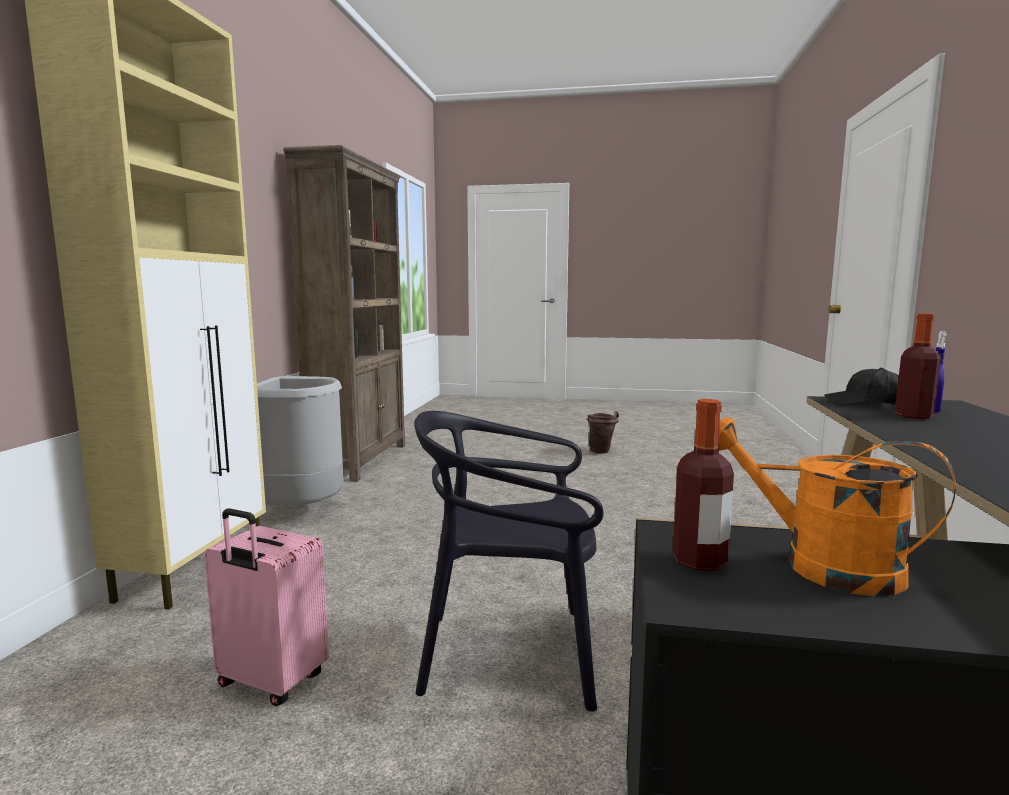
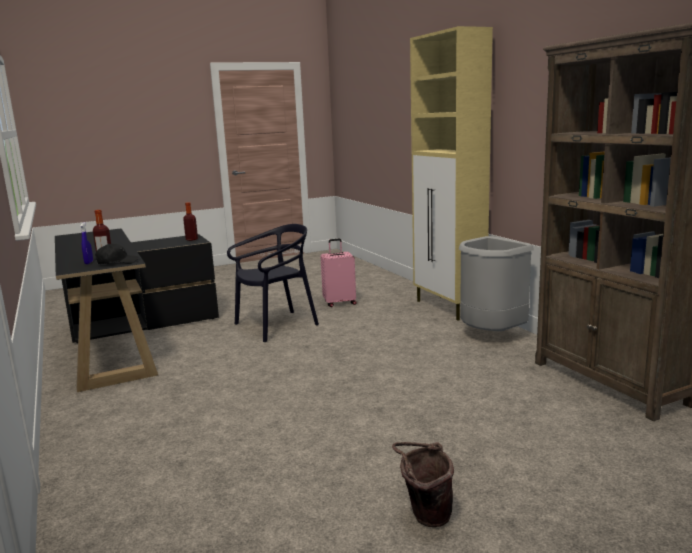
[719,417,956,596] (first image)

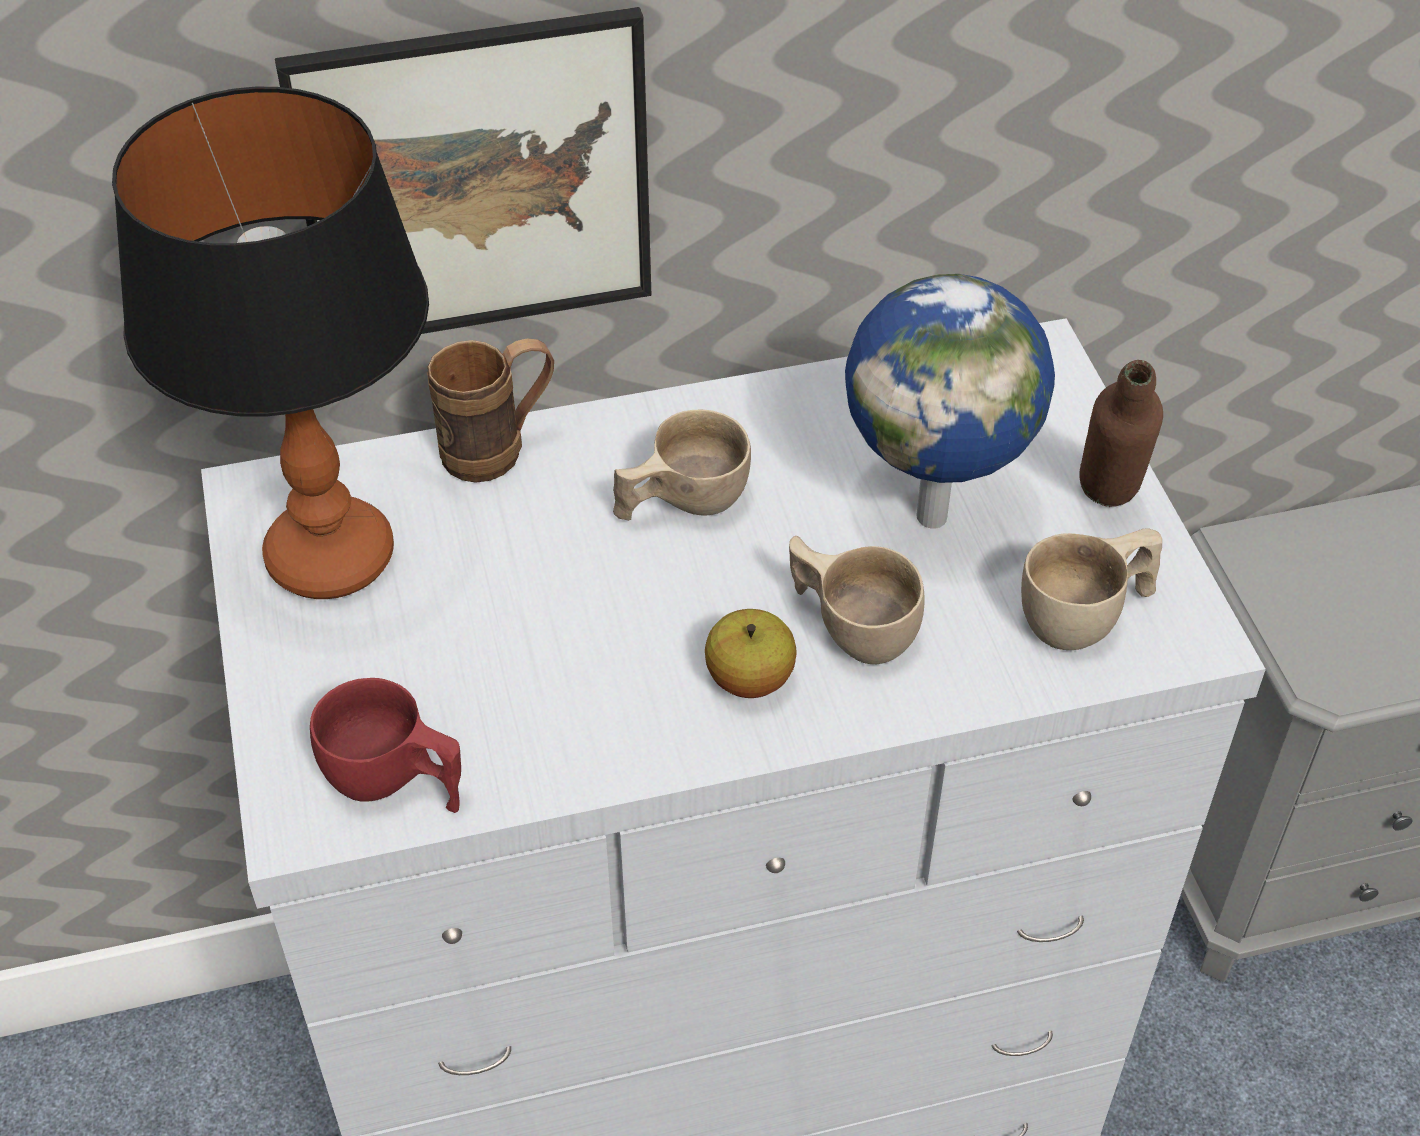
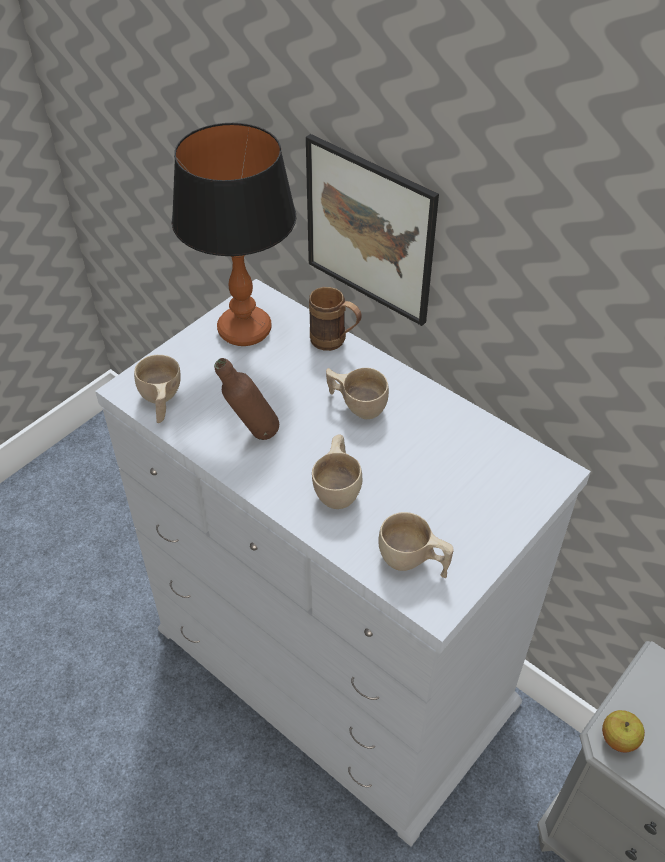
[845,274,1055,529] (first image)
[214,358,279,440]
[602,710,645,752]
[134,355,181,423]

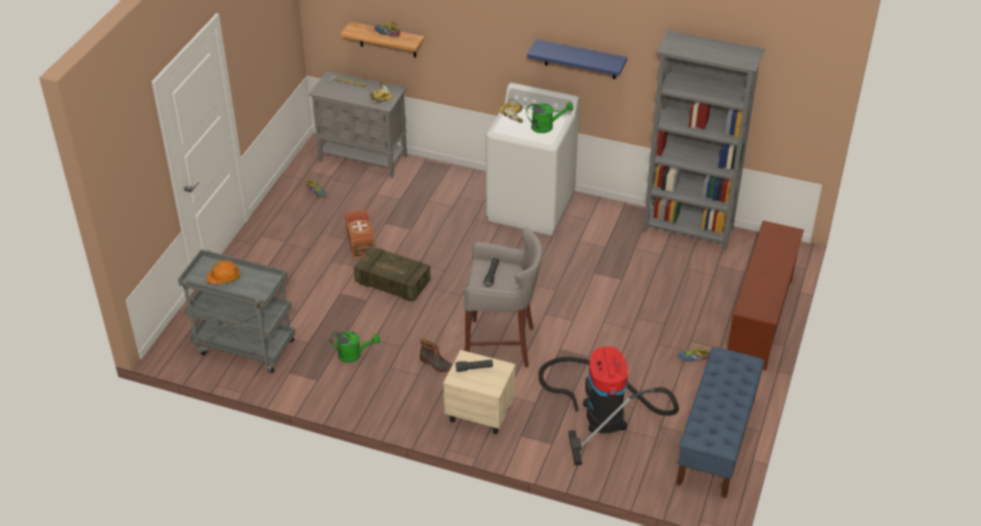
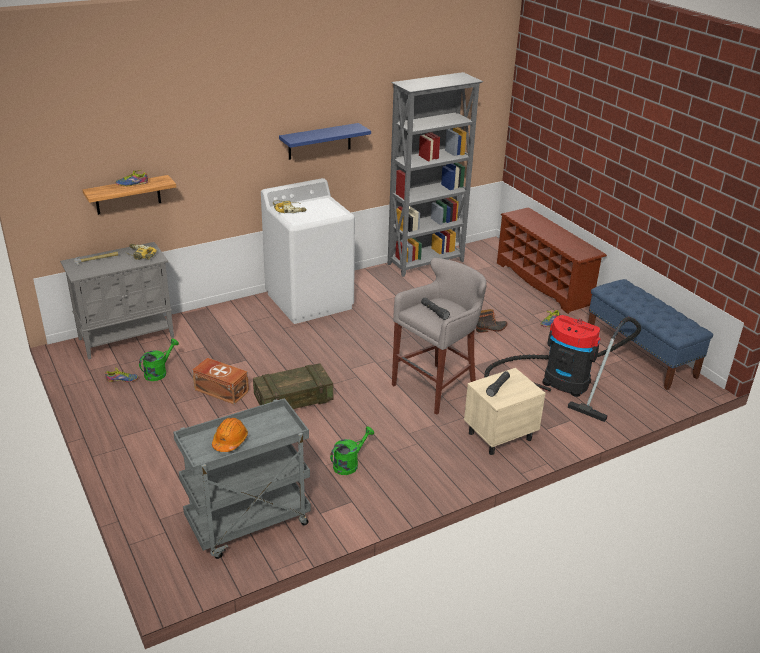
[139,338,179,381]
[476,309,508,333]

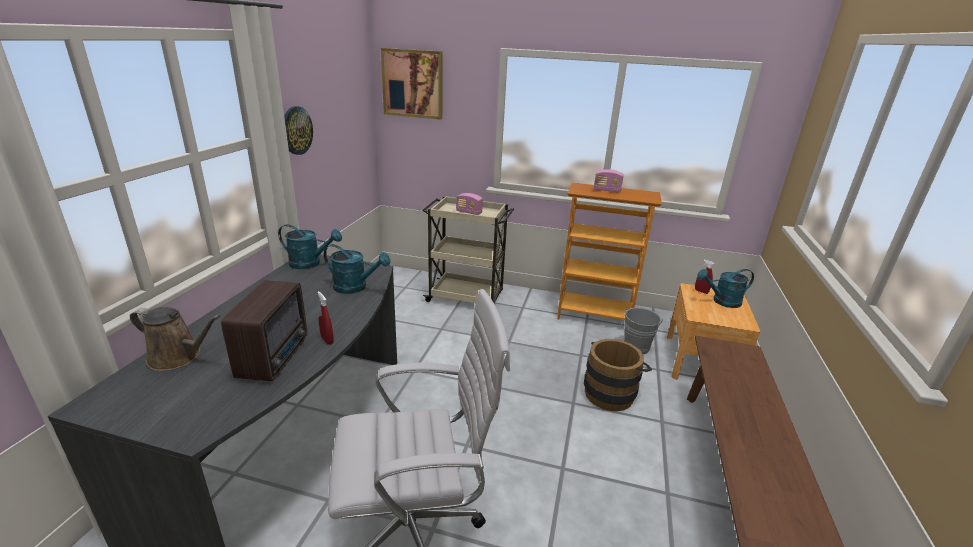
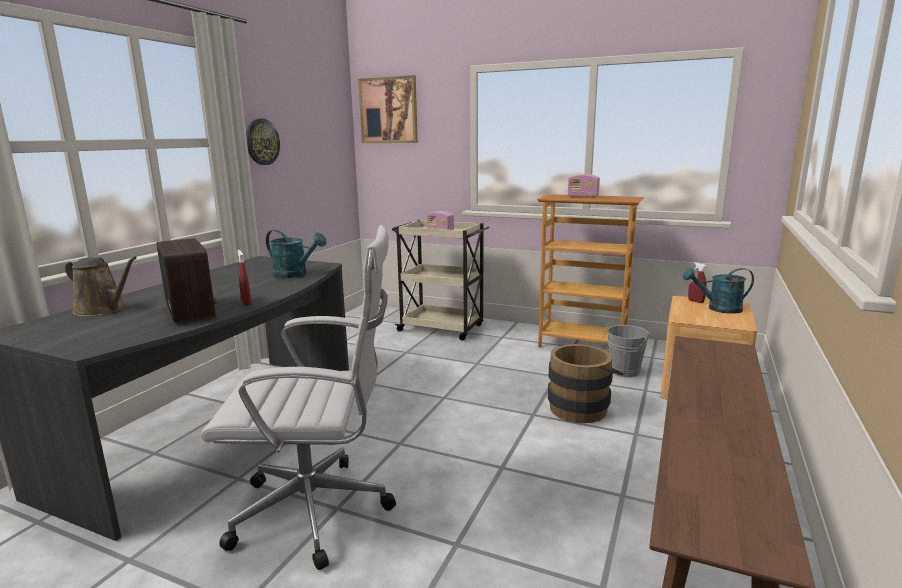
[278,224,342,269] (first image)
[156,238,217,323]

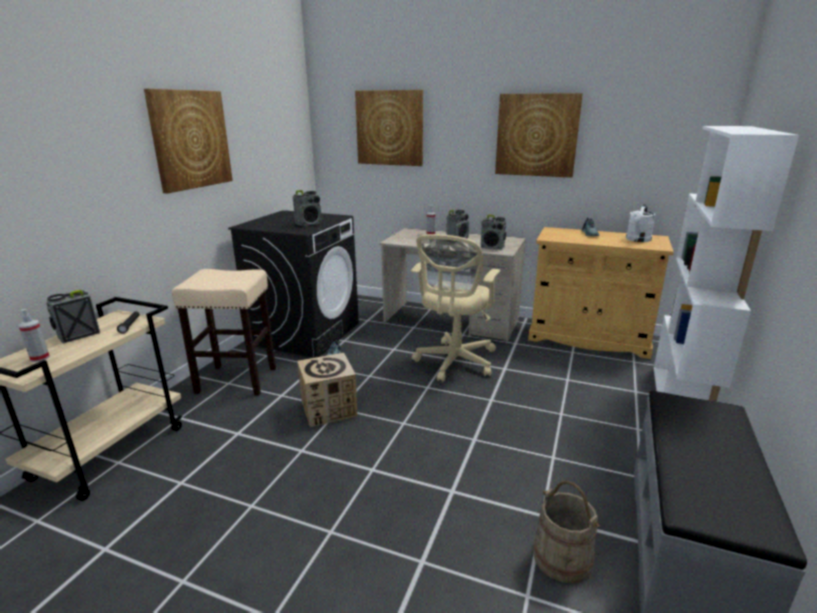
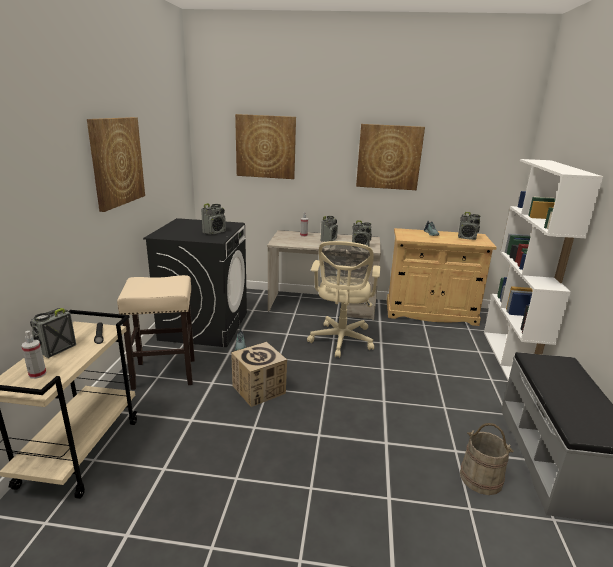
[458,212,481,240]

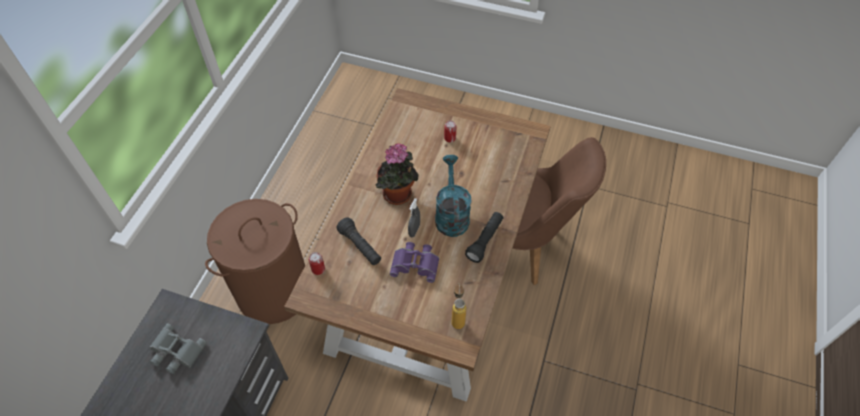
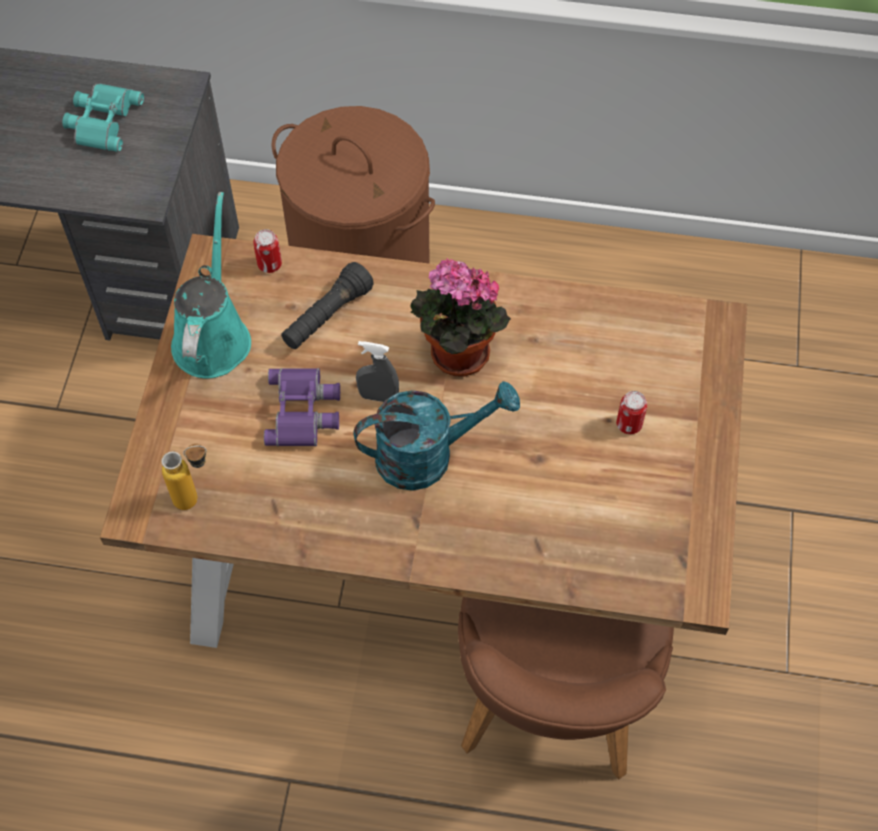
[465,212,503,263] (first image)
[62,83,144,152]
[171,192,251,378]

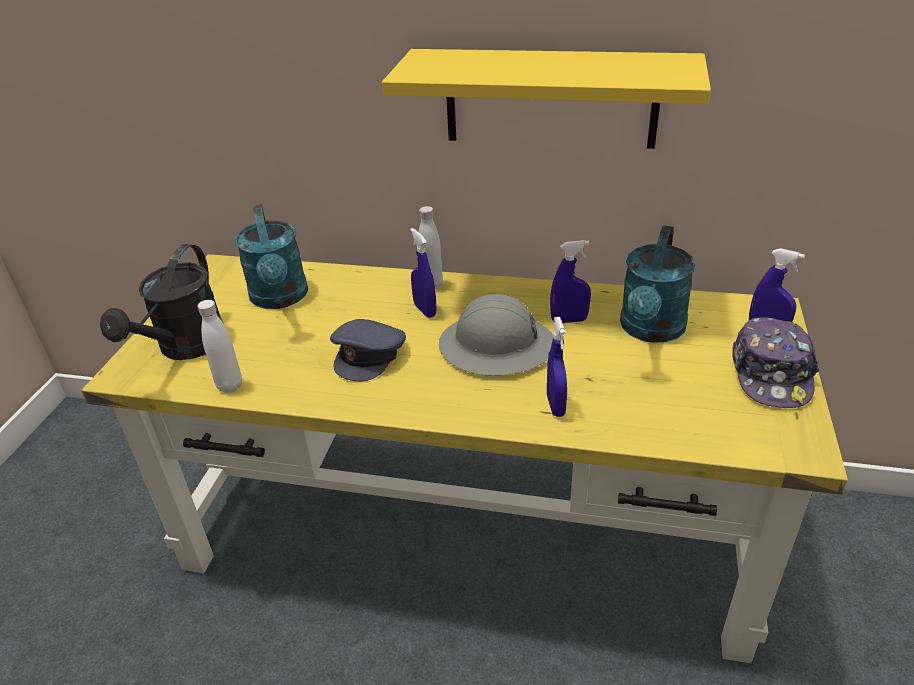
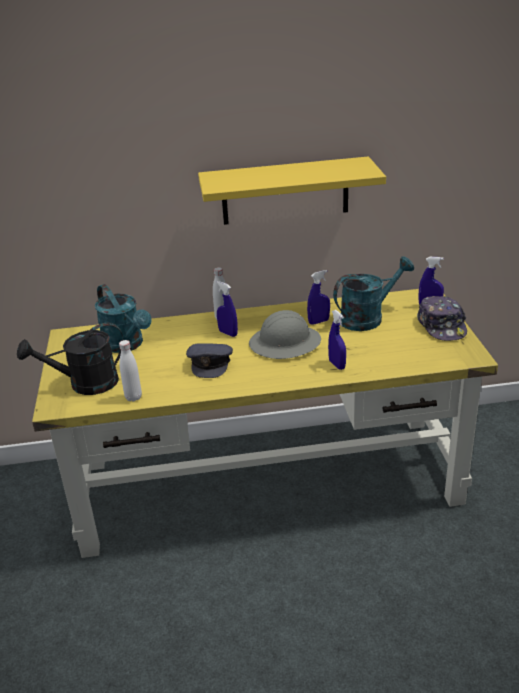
[333,257,414,331]
[17,323,124,395]

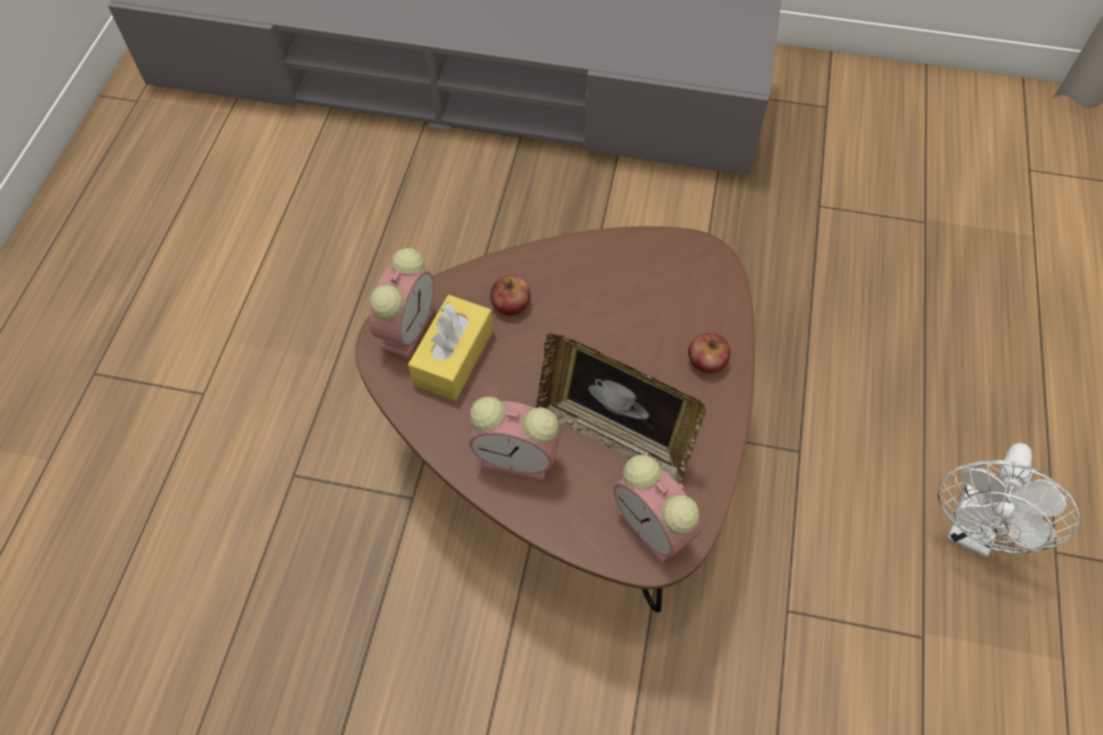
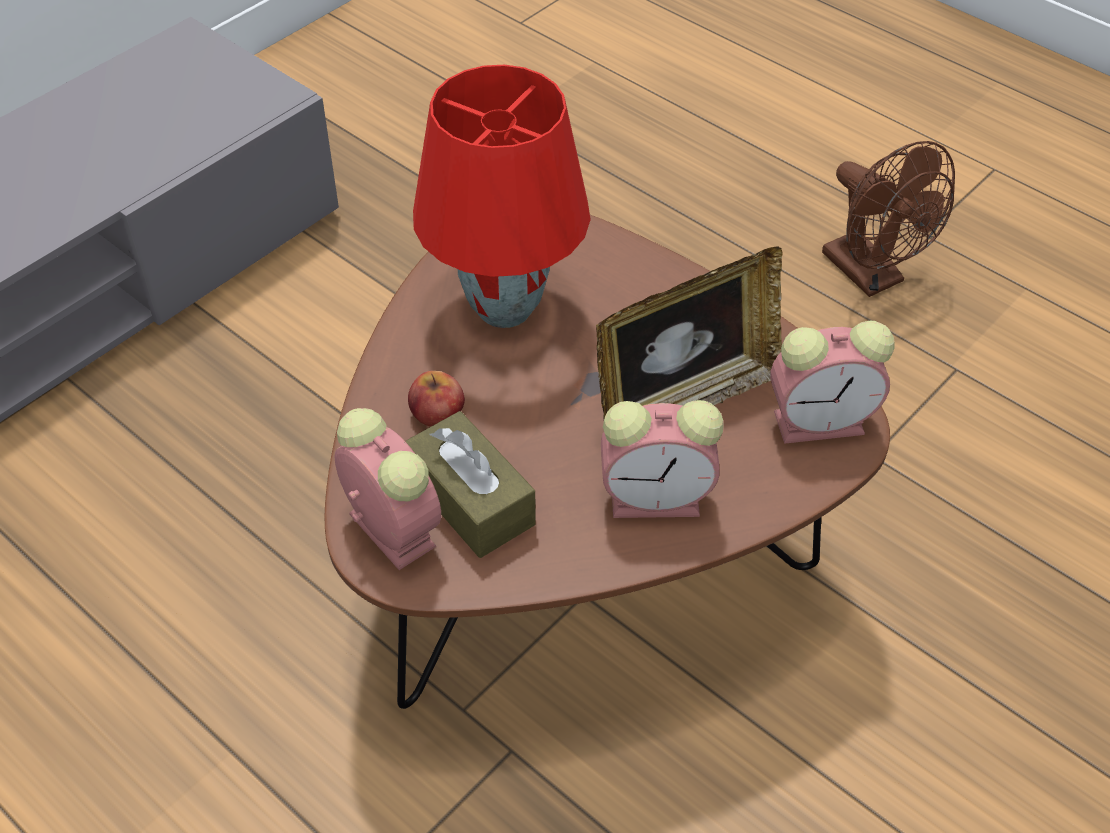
[405,411,536,558]
[688,333,730,373] (first image)
[601,400,724,518]
[822,141,955,297]
[413,65,591,328]

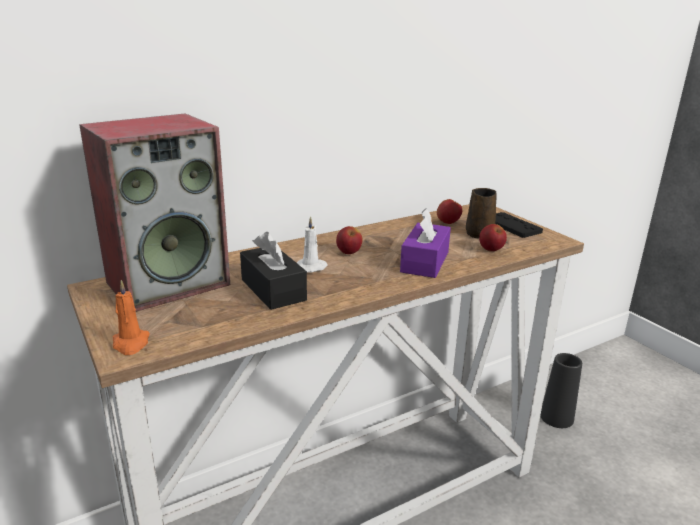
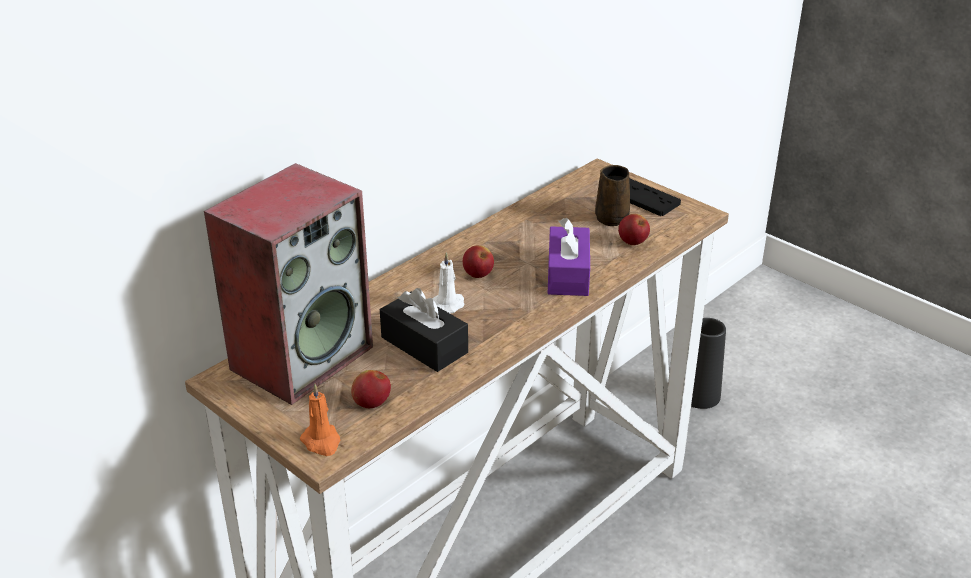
[351,370,391,408]

